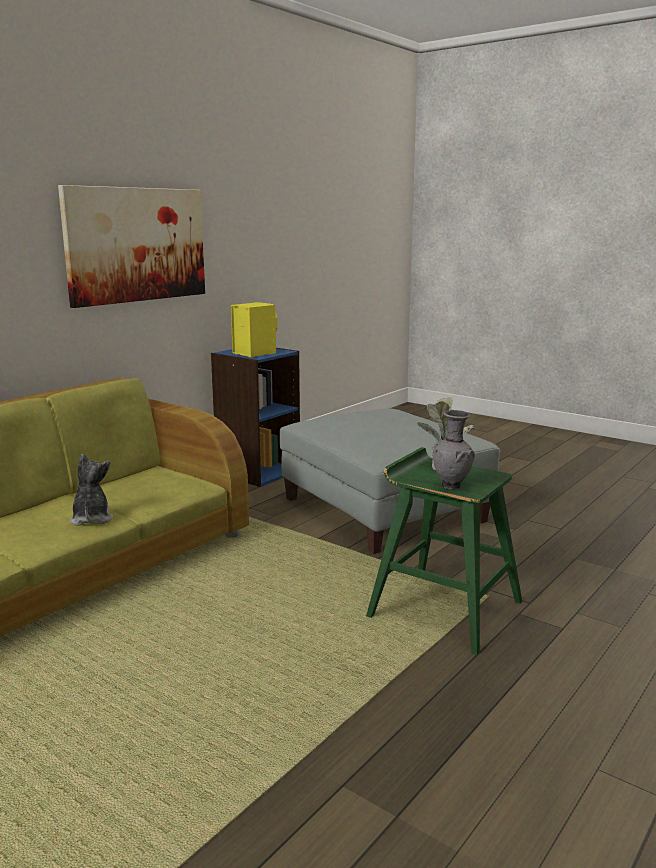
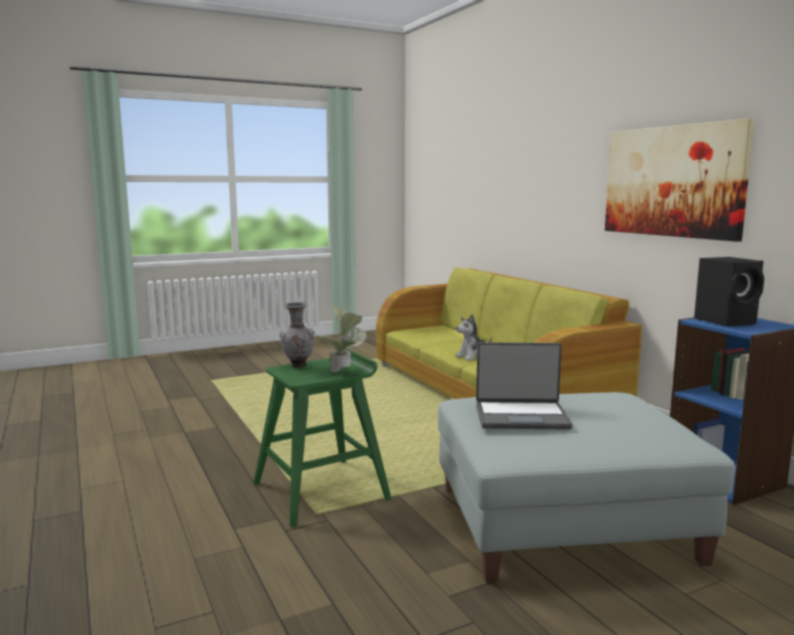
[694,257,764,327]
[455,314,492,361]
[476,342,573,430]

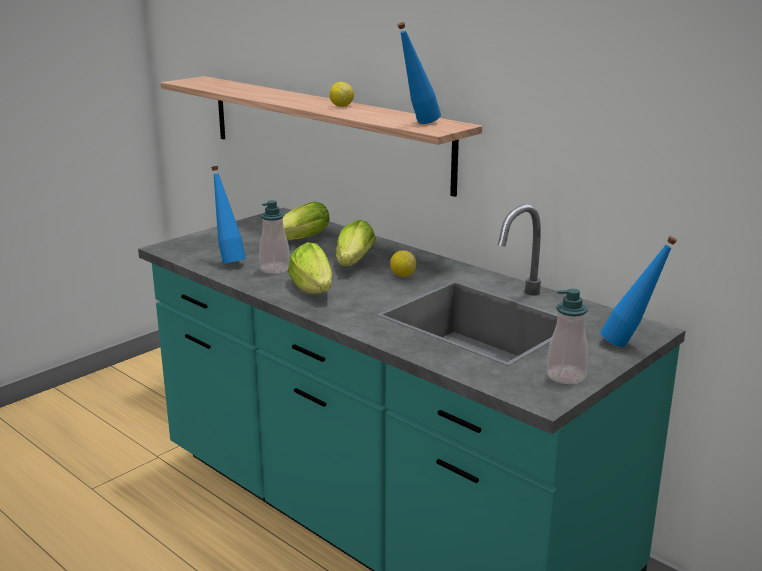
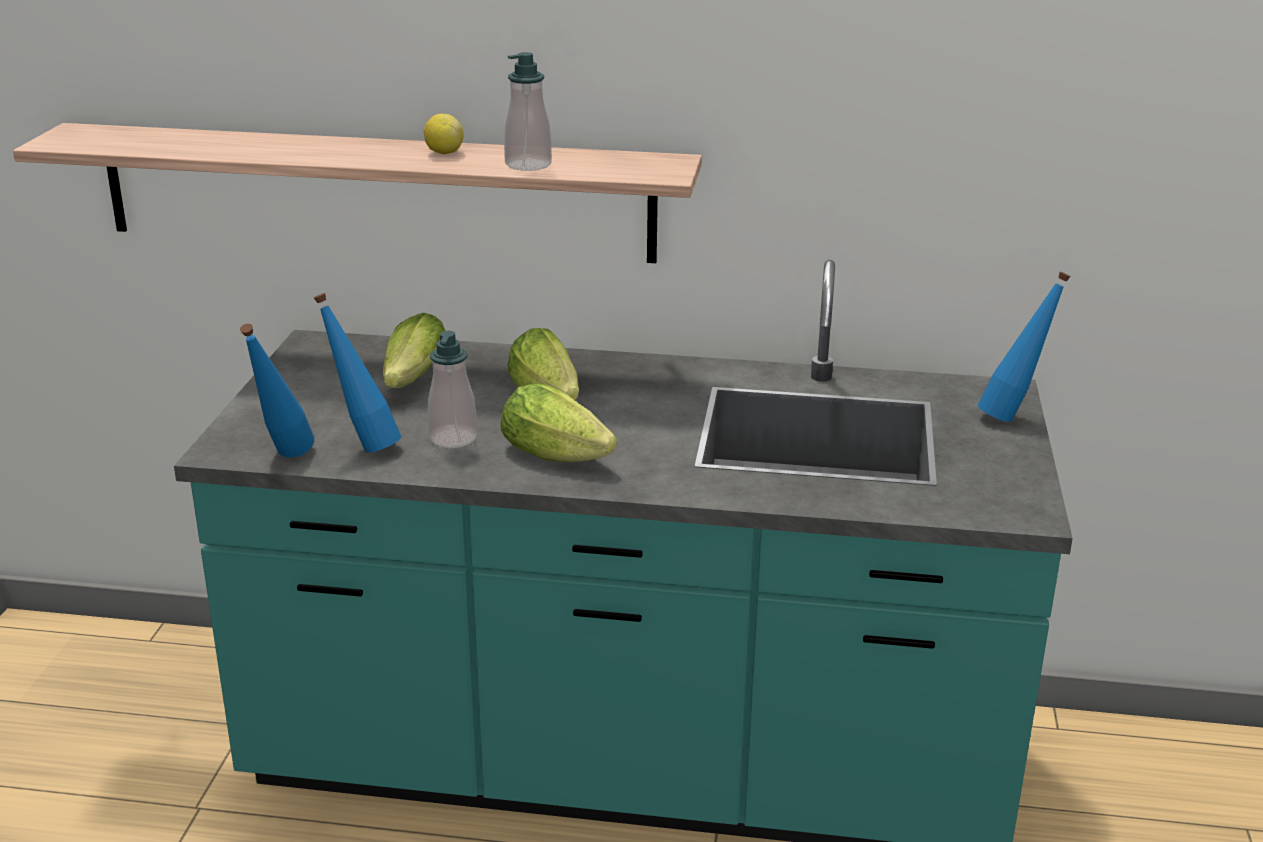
[240,324,314,458]
[390,250,416,277] (first image)
[504,52,552,171]

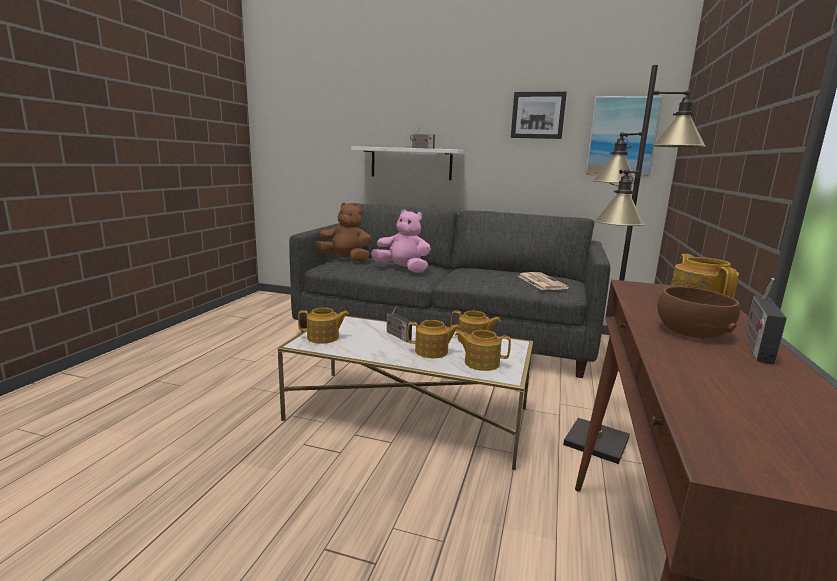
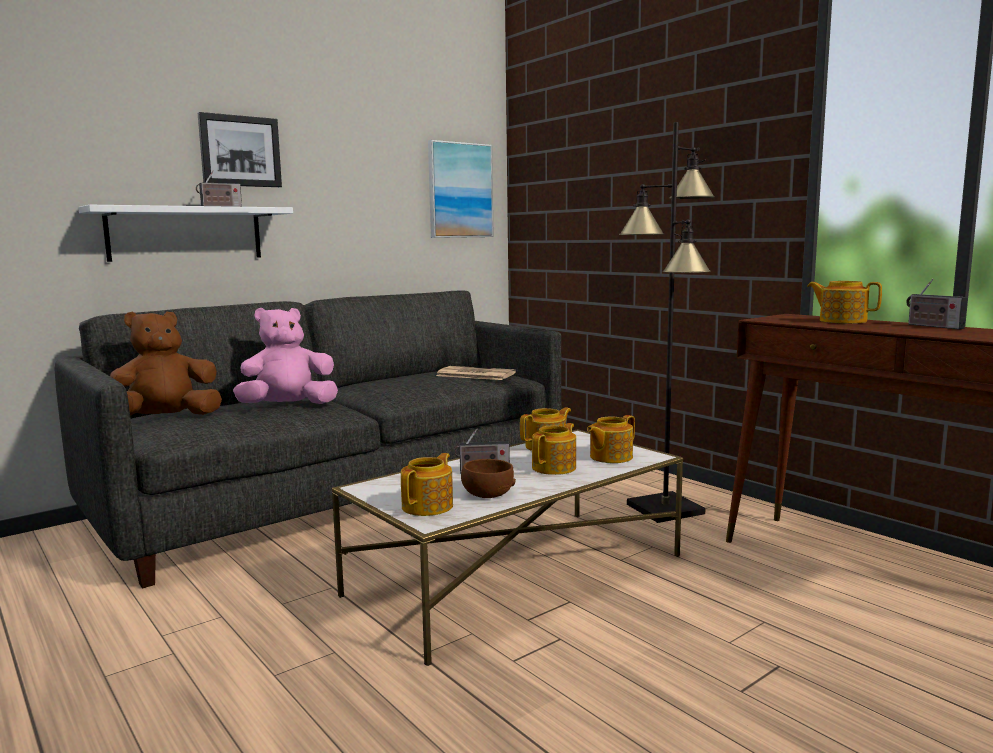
[198,112,282,187]
[461,459,516,498]

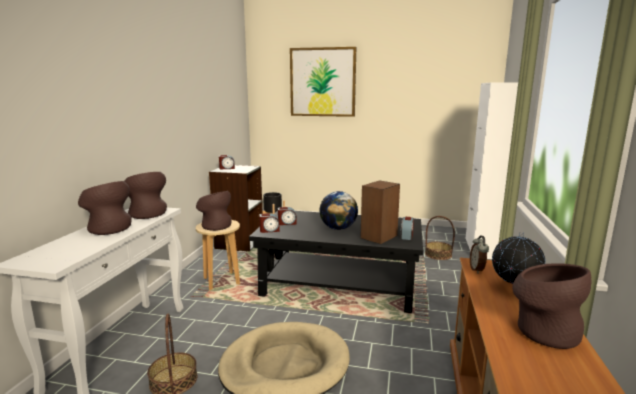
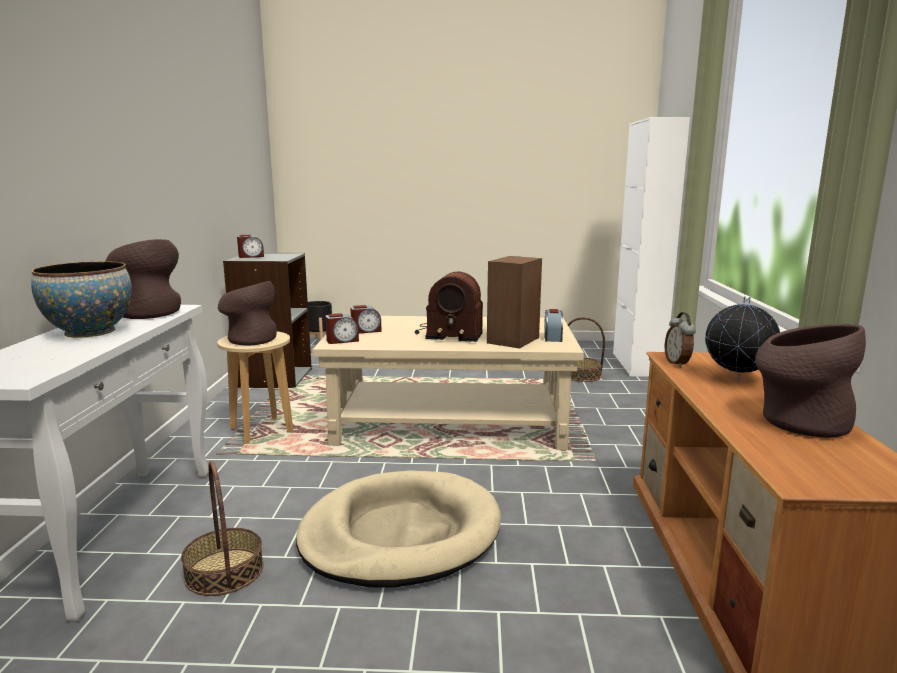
[290,47,356,117] (first image)
[31,261,132,338]
[415,272,483,342]
[312,315,584,450]

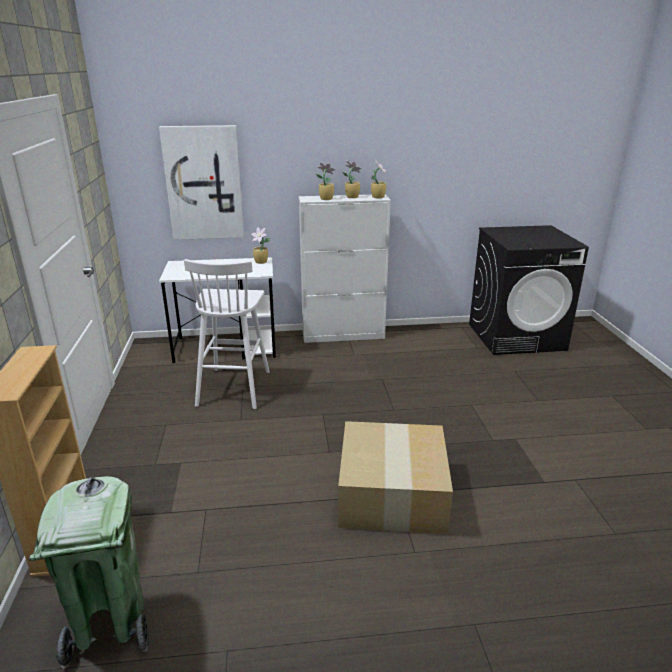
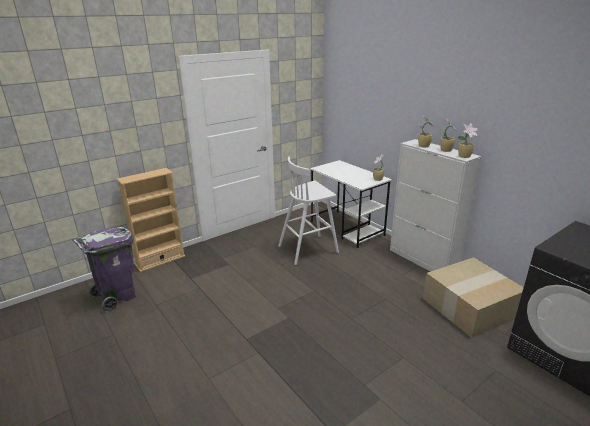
[159,125,244,240] (first image)
[423,257,524,338]
[72,227,135,312]

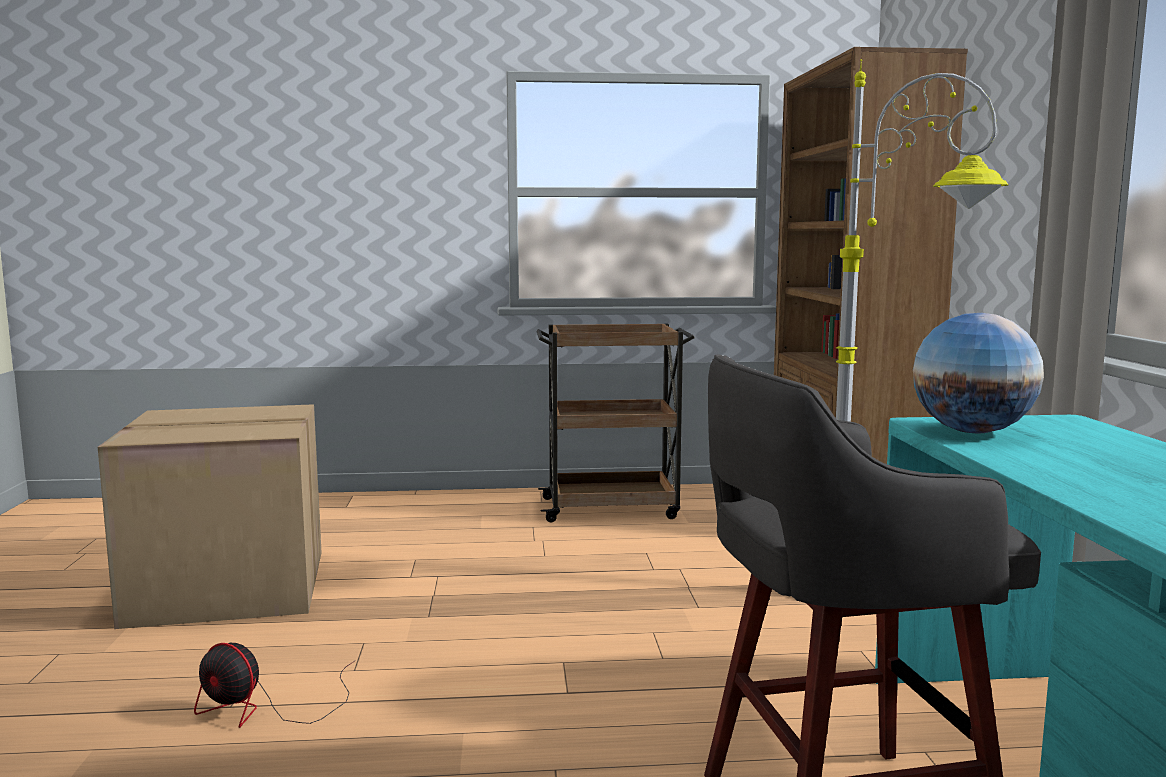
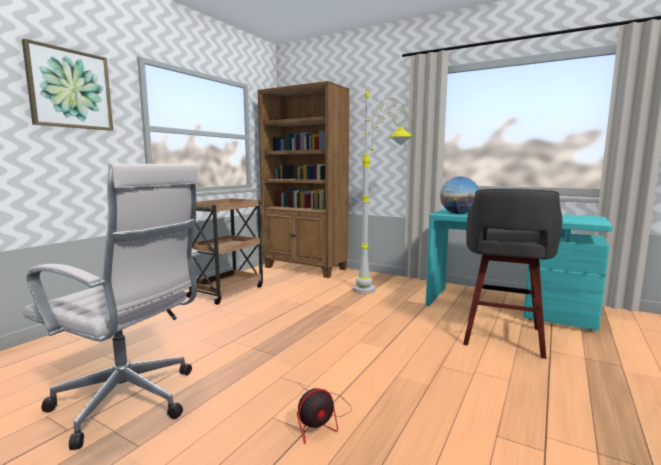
[22,164,200,450]
[22,39,113,131]

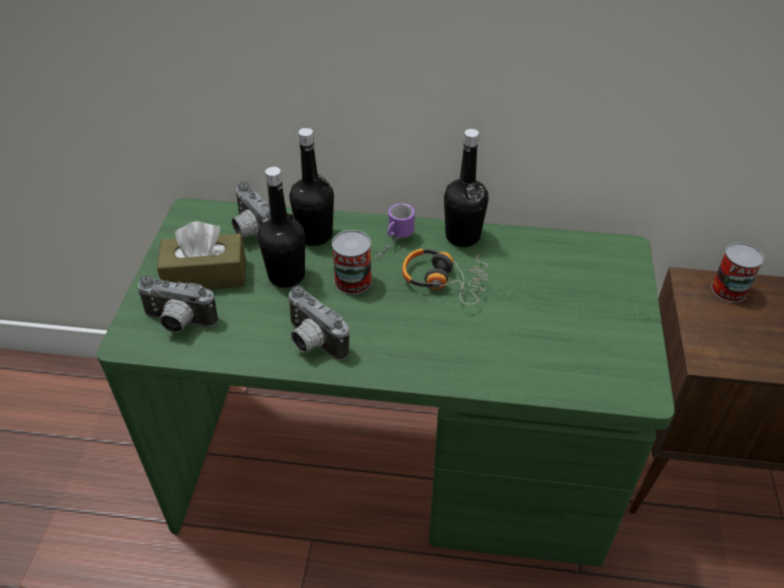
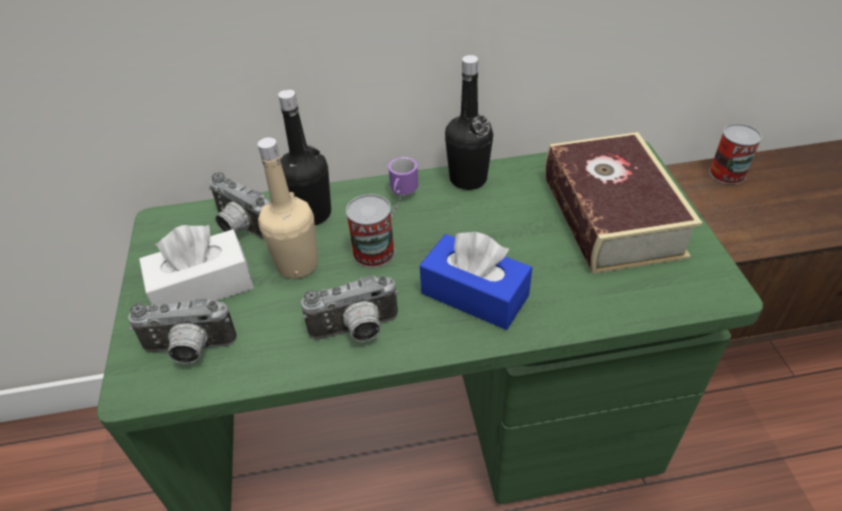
[258,137,318,279]
[139,225,254,305]
[402,249,488,305] (first image)
[301,275,398,342]
[545,132,703,274]
[420,232,532,330]

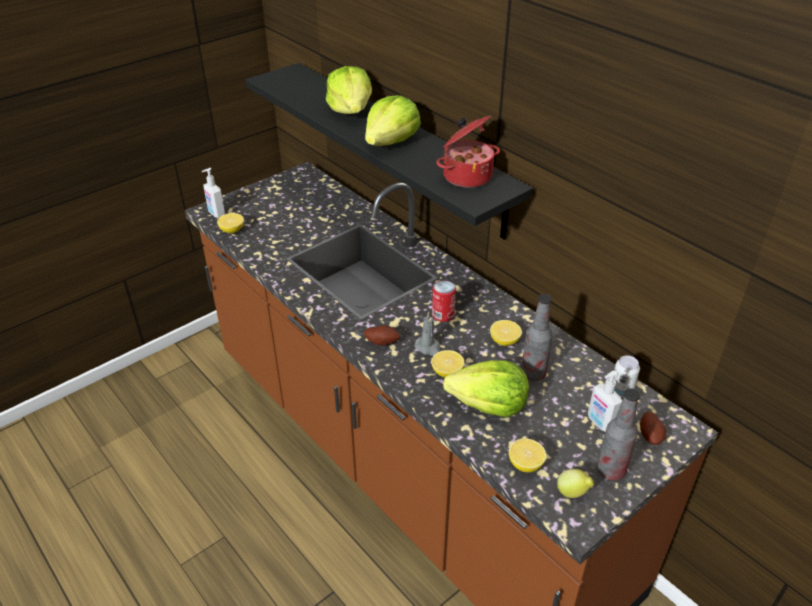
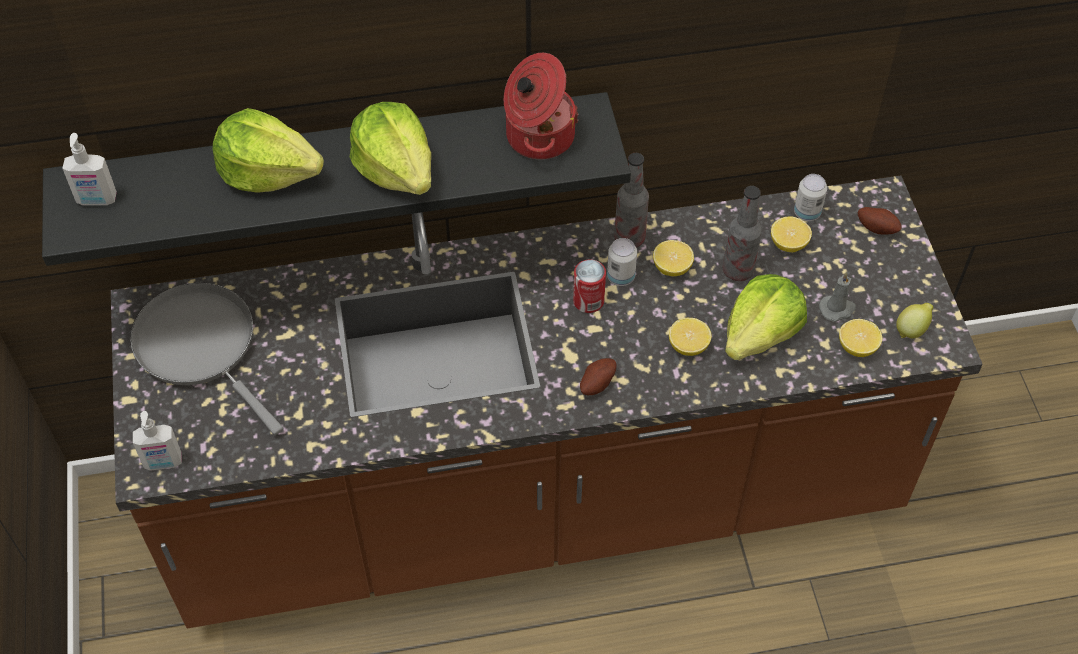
[771,216,812,252]
[819,272,856,322]
[62,133,117,205]
[614,153,649,247]
[607,238,637,286]
[130,283,283,435]

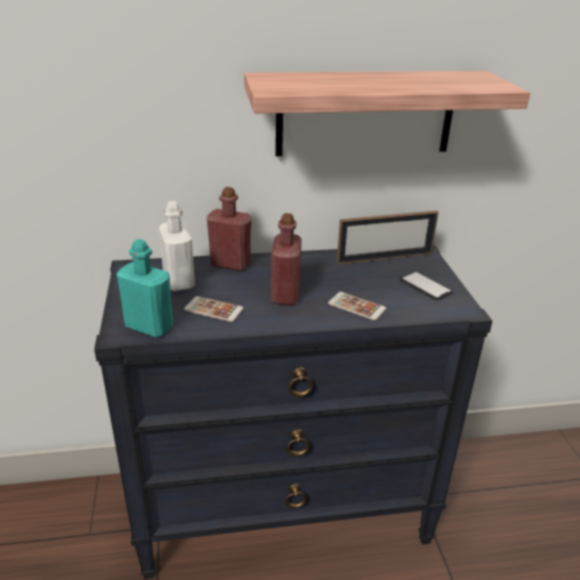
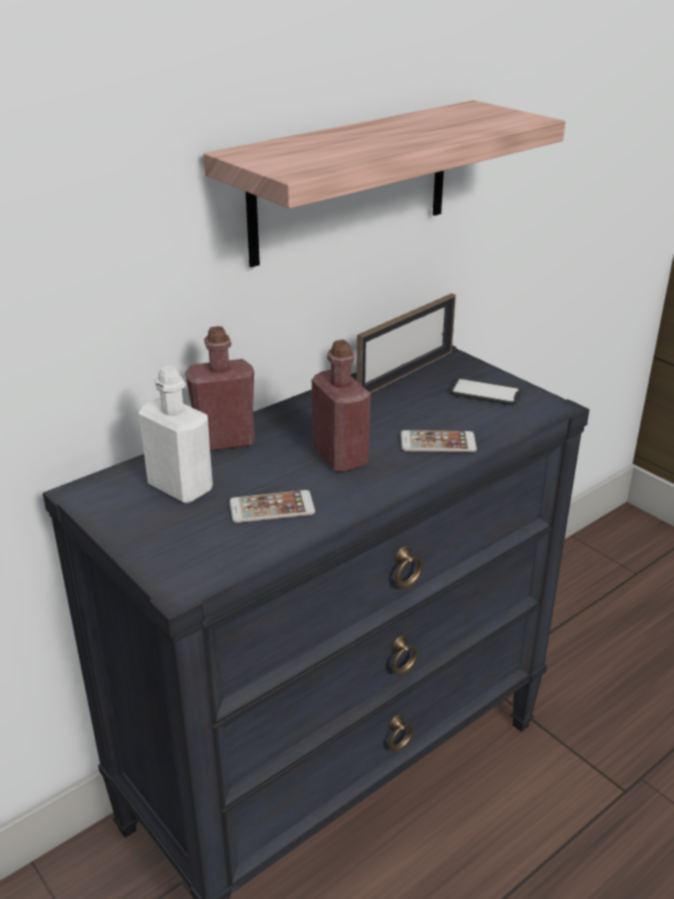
[117,239,173,338] (first image)

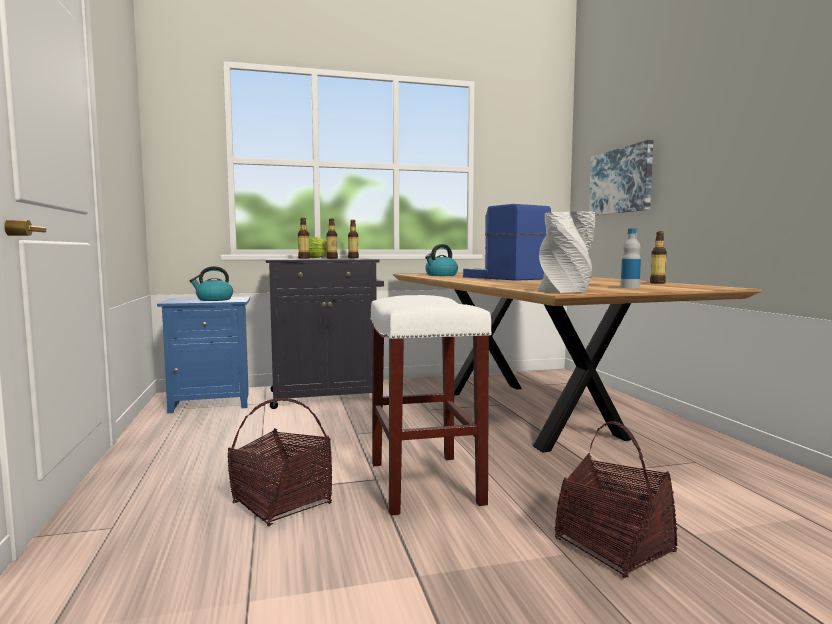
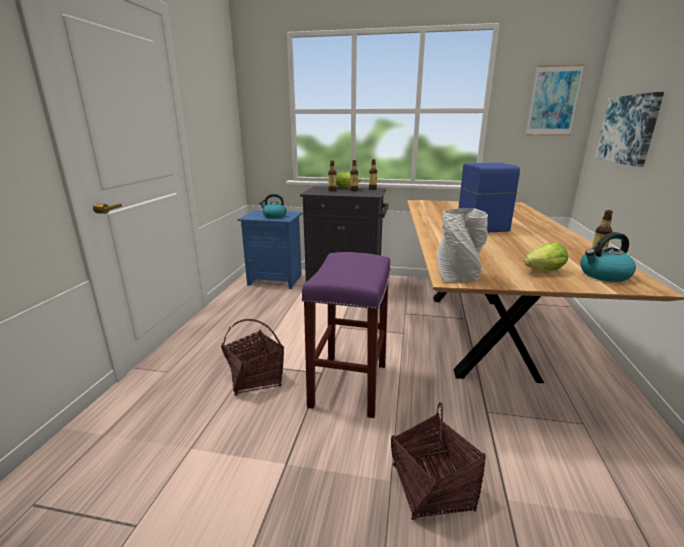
[524,242,568,271]
[580,232,636,282]
[302,252,391,418]
[526,64,585,136]

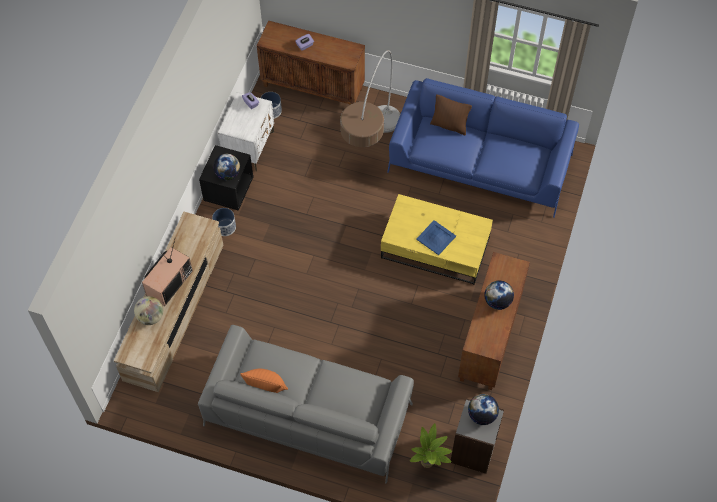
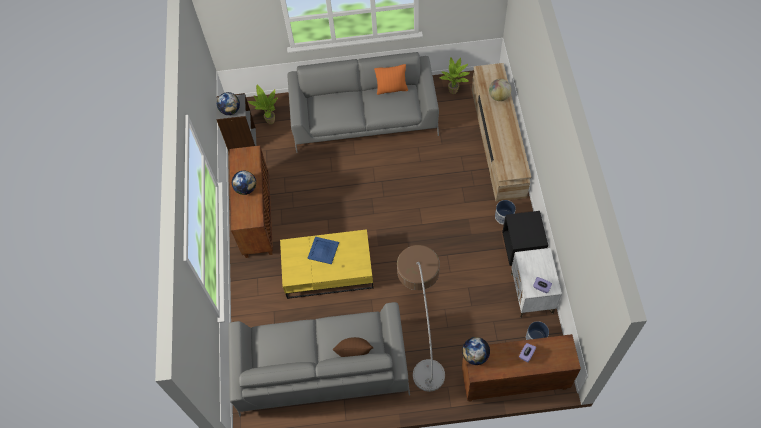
[228,302,410,417]
[462,337,490,365]
[142,237,193,306] (first image)
[440,57,470,94]

